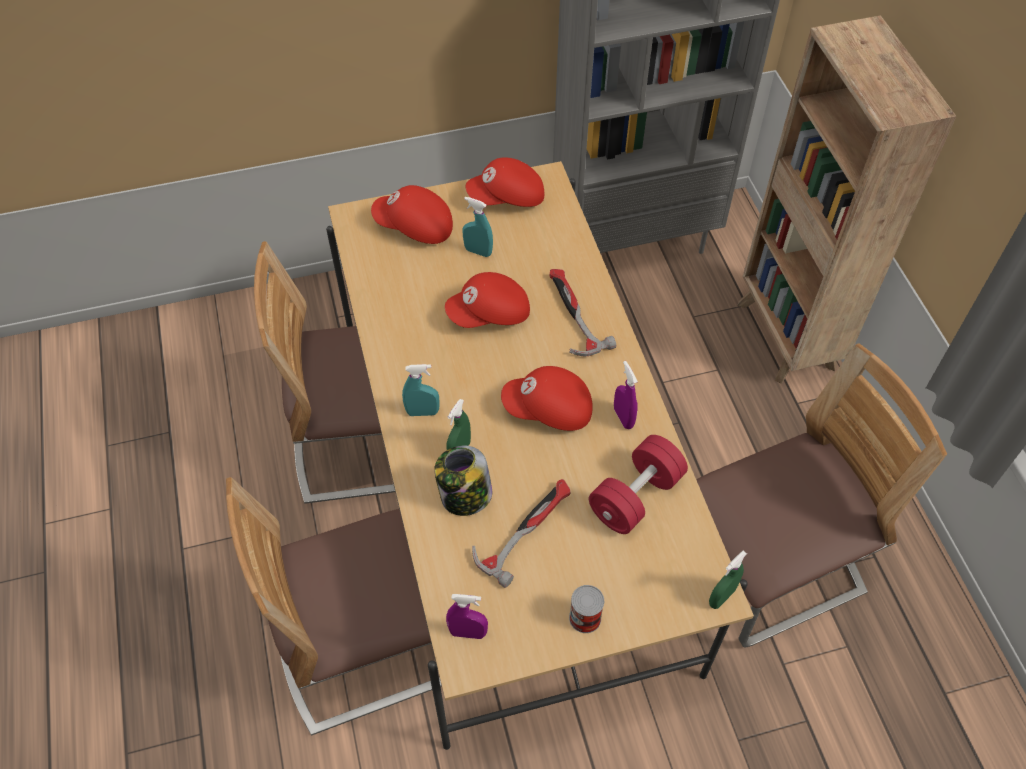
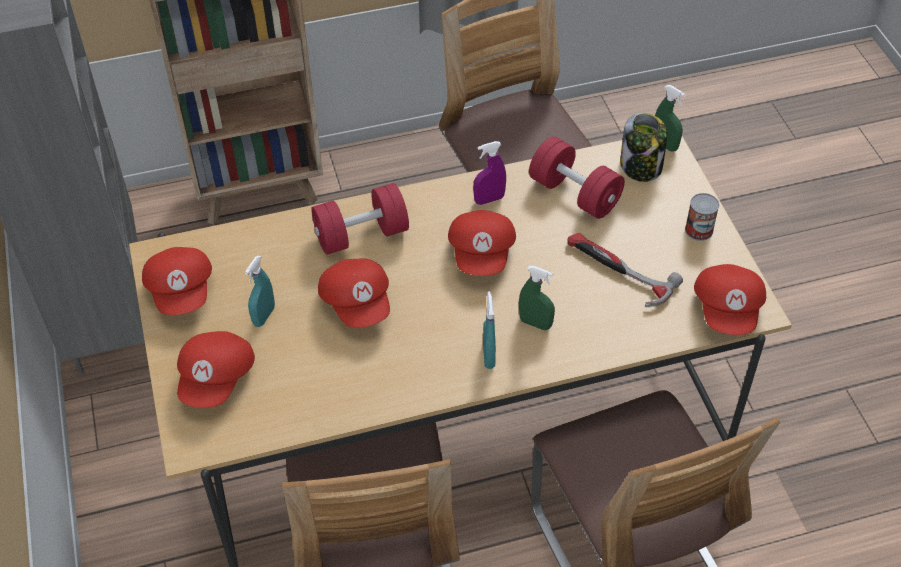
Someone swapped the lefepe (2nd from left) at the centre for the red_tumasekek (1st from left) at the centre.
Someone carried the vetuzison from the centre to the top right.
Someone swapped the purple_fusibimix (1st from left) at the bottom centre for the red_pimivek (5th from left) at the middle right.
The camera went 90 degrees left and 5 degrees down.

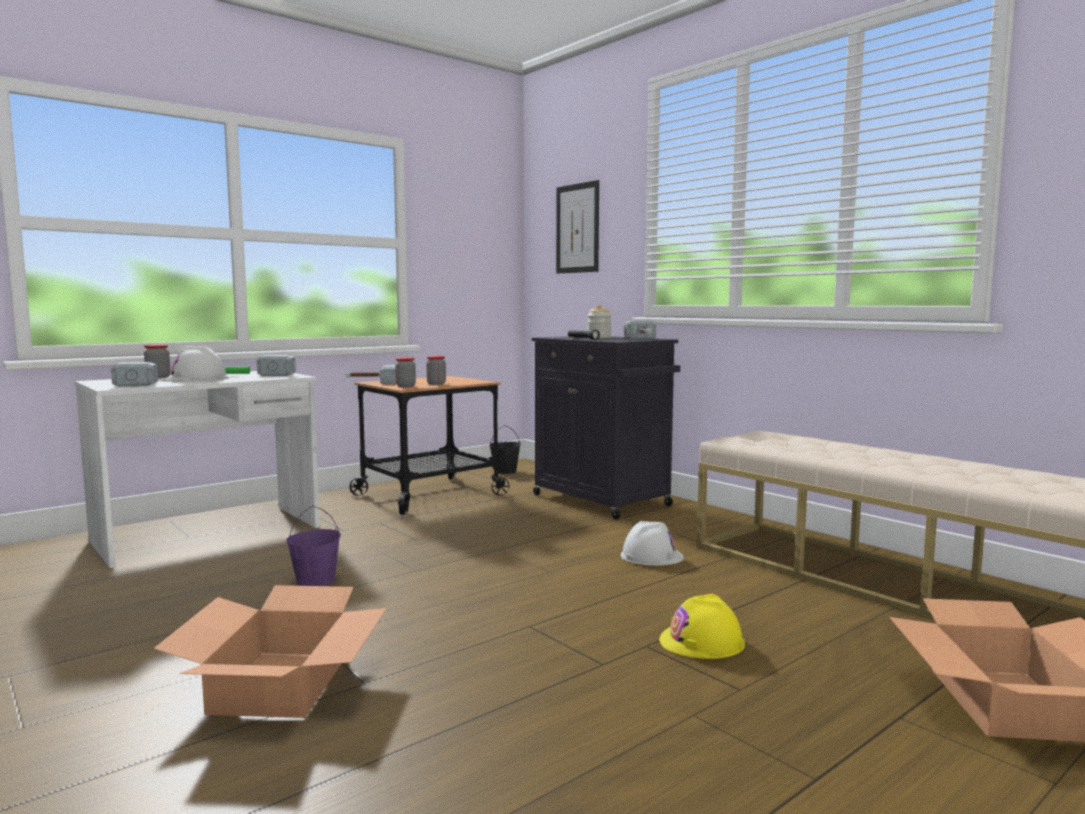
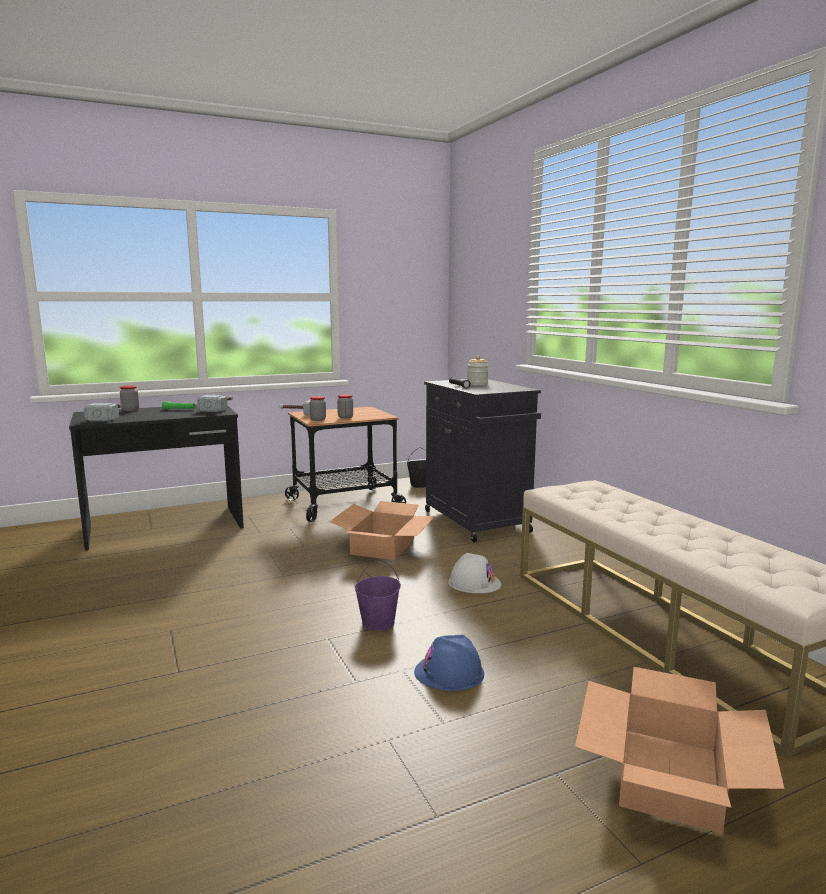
Someone repainted the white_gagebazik at the middle left, which became the black_gagebazik at the middle left.
Someone carried the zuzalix (1st from left) from the bottom left to the centre.
Someone carried the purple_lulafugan from the bottom left to the centre.
Someone repainted the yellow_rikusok at the bottom centre, which became the blue_rikusok at the bottom centre.
Someone took away the white_rikusok (1st from left) at the middle left.
Someone took away the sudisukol at the top centre.
Someone took away the lefepe (4th from left) at the centre.
The camera went 15 degrees right and 5 degrees up.

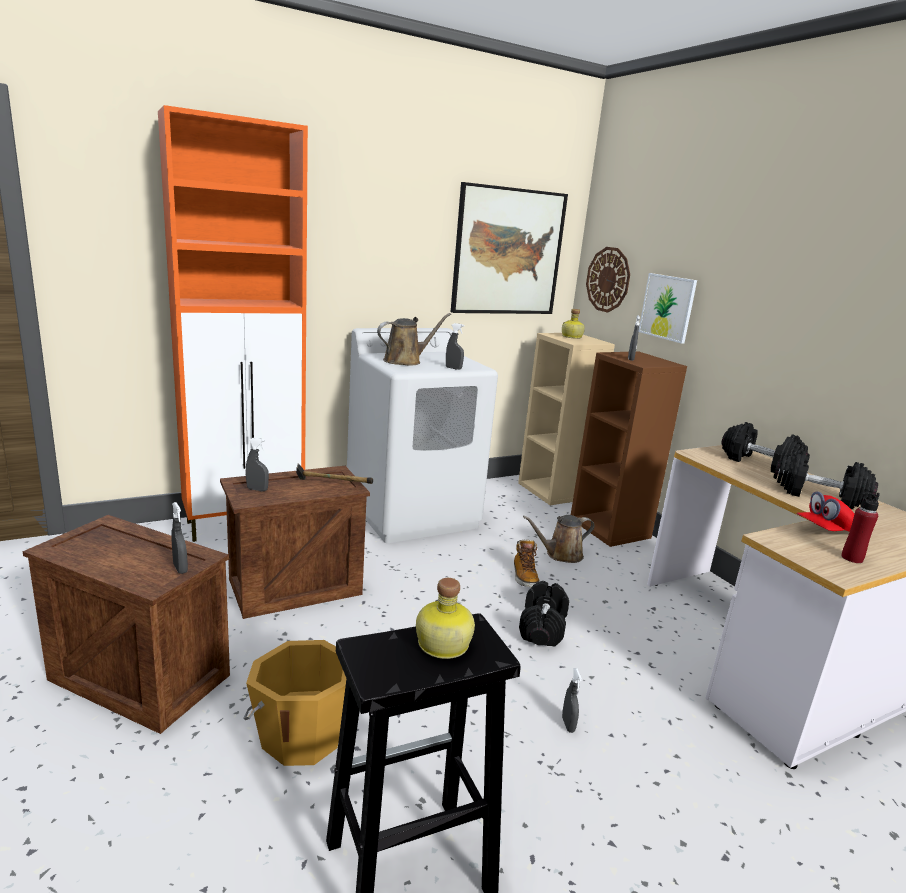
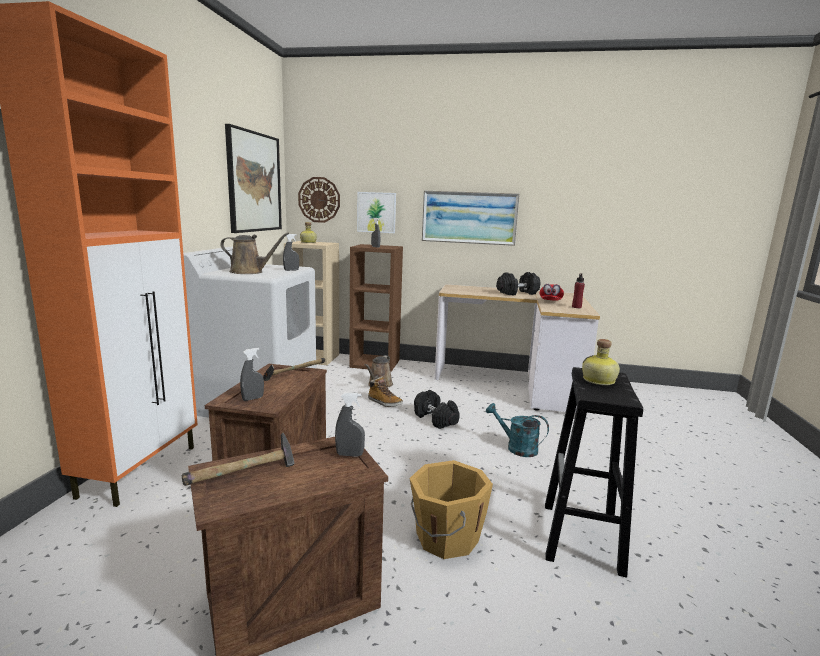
Someone put down the lefepe (1st from left) at the bottom left.
Someone rotated the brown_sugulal (1st from left) at the centre by 90 degrees clockwise.
Someone put up the sudisukol (3rd from left) at the top centre.
Someone swapped the grey_fusibimix (4th from left) at the bottom centre for the turquoise_sugulal at the centre.
Someone took away the black_tumasekek (2nd from left) at the middle right.
The camera went 50 degrees left and 5 degrees down.

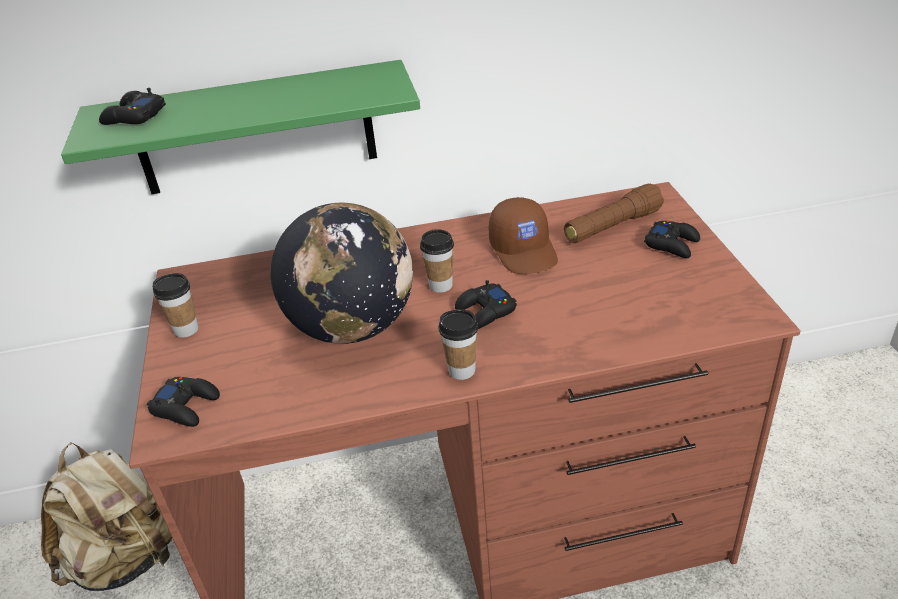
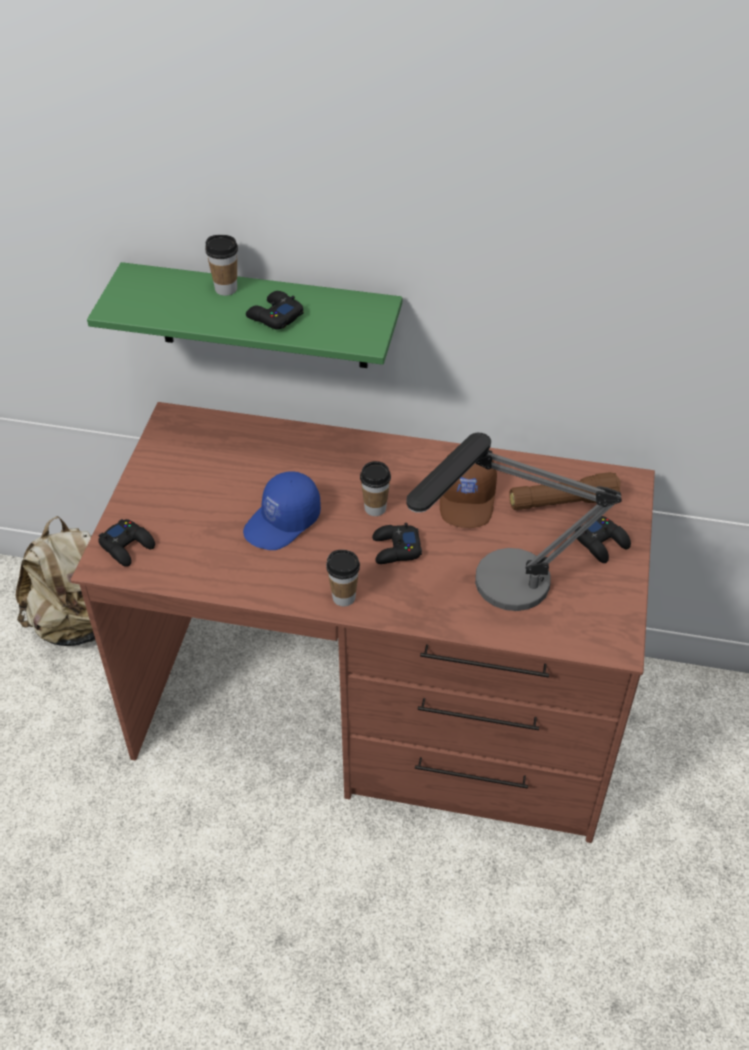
Someone carried the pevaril (1st from left) from the middle left to the top left.
Someone swapped the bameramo at the centre for the blue_pimivek at the centre.
Someone carried the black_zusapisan (1st from left in the first image) from the top left to the top centre.
Someone put down the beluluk at the middle right.
The camera went 20 degrees right and 10 degrees up.

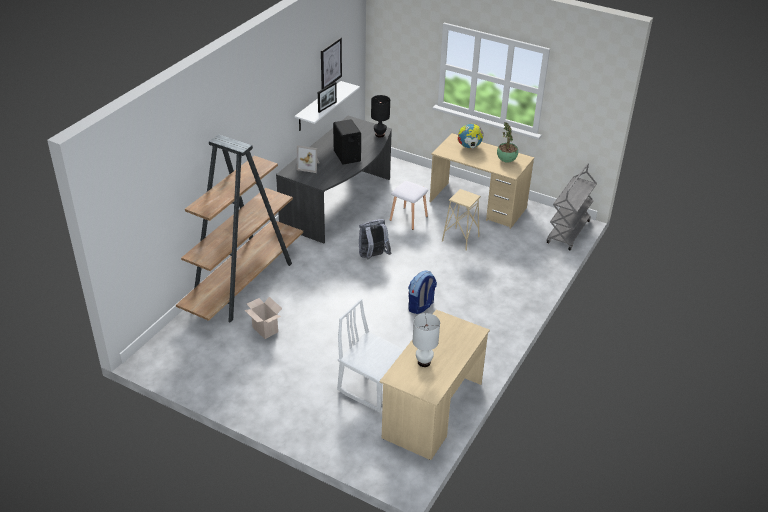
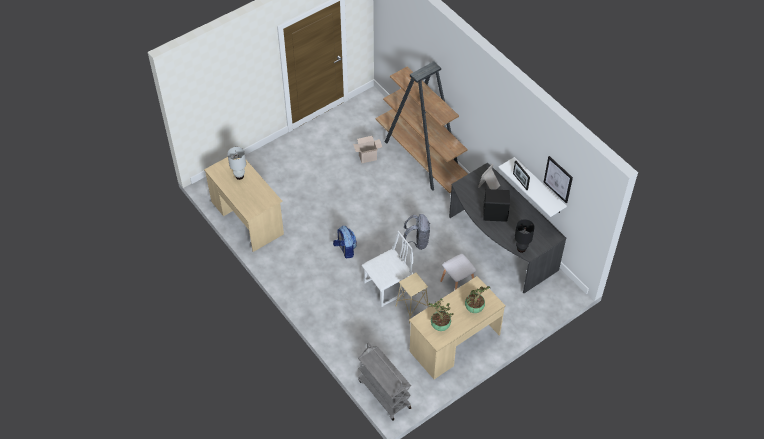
Someone carried the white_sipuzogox from the bottom centre to the centre.
Someone swapped the bameramo at the top centre for the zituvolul (2nd from left) at the bottom centre.
The camera went 115 degrees right and 15 degrees up.

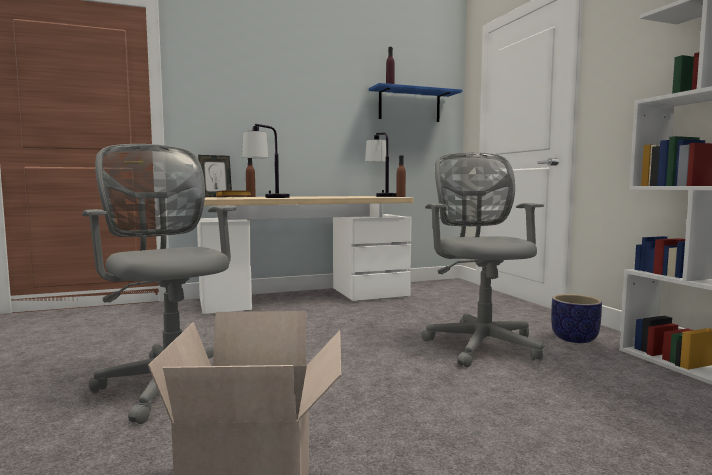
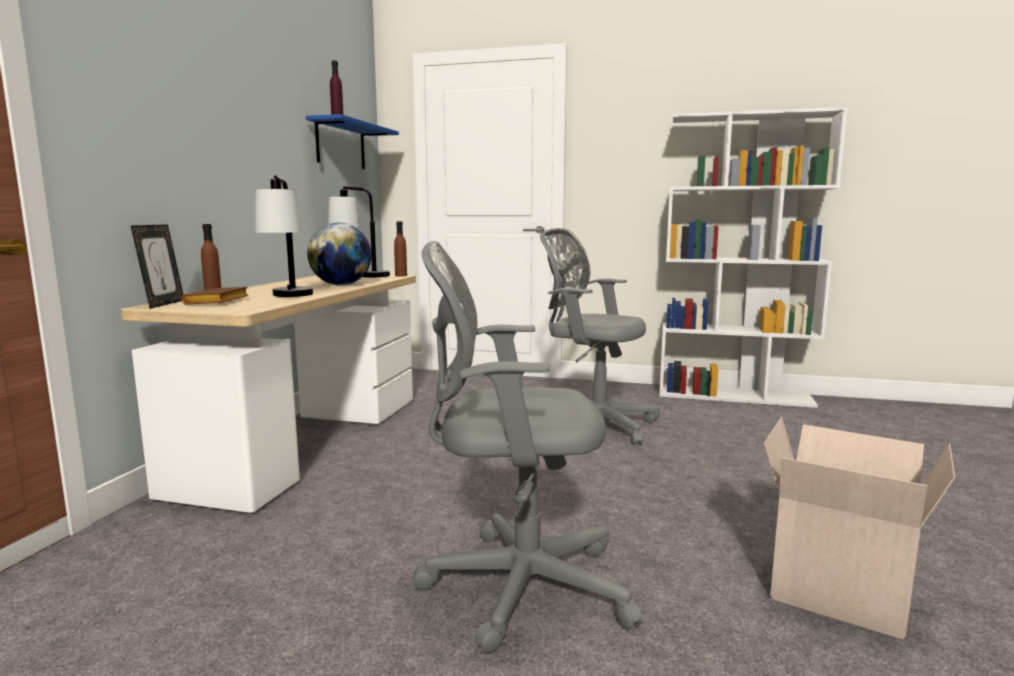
Someone put down the bameramo at the centre.
Someone took away the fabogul at the bottom right.
The camera went 55 degrees left and 5 degrees up.

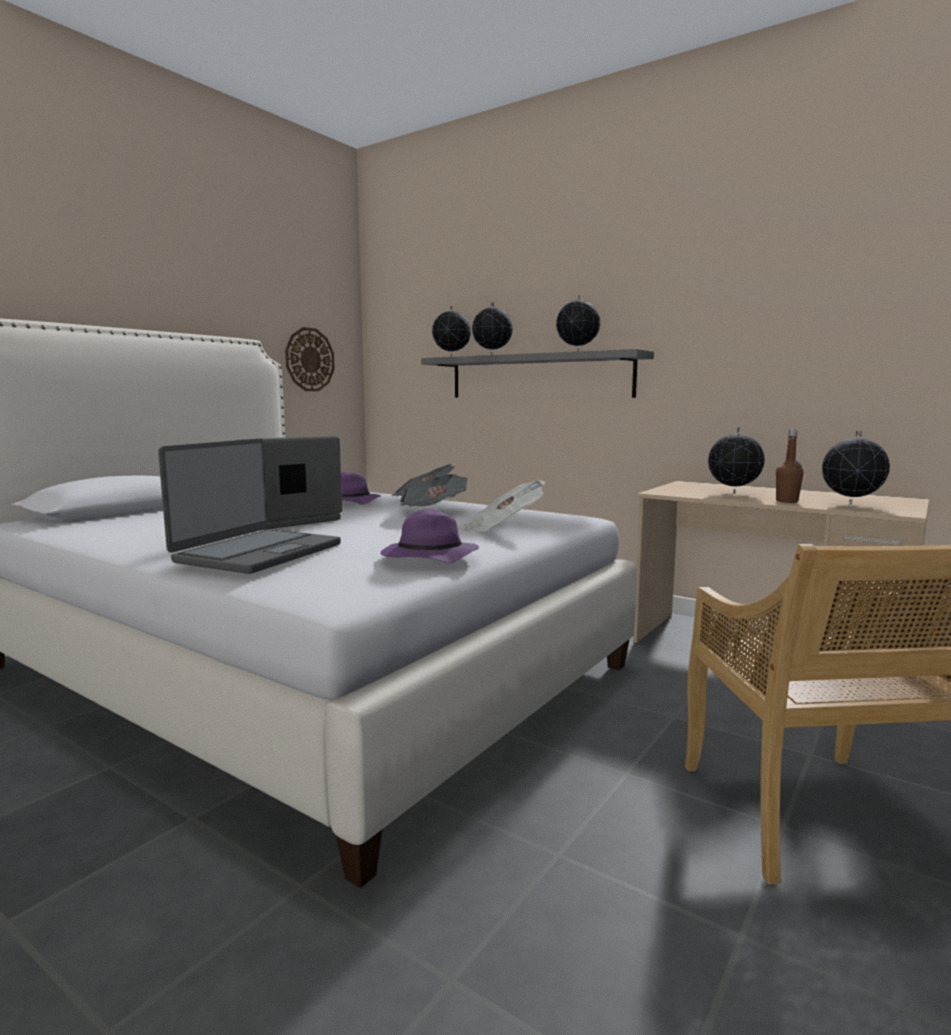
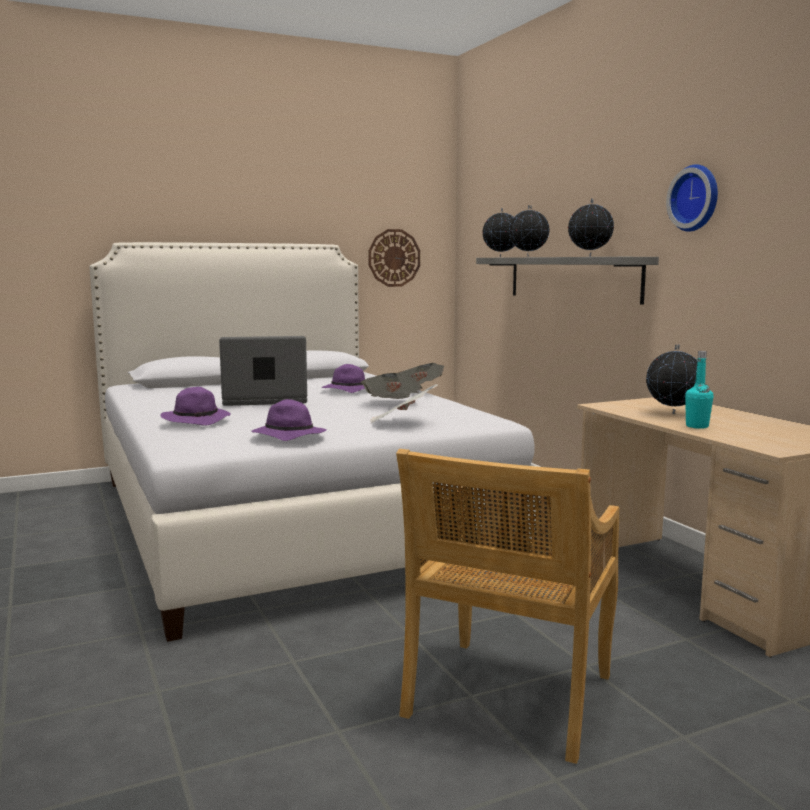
Someone swapped the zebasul (1st from left) at the middle left for the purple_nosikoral (1st from left) at the middle left.
Someone put up the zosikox (2nd from left) at the top right.
Someone repainted the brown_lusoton at the middle right, which became the turquoise_lusoton at the middle right.
Someone took away the bameramo (5th from left) at the middle right.
The camera went 30 degrees right and 0 degrees up.

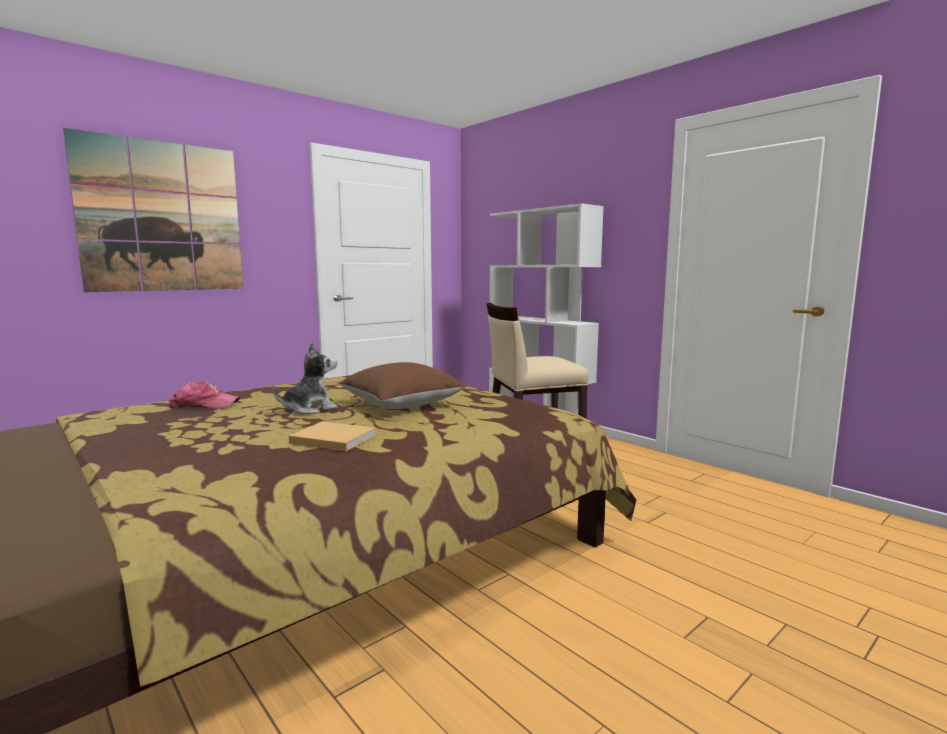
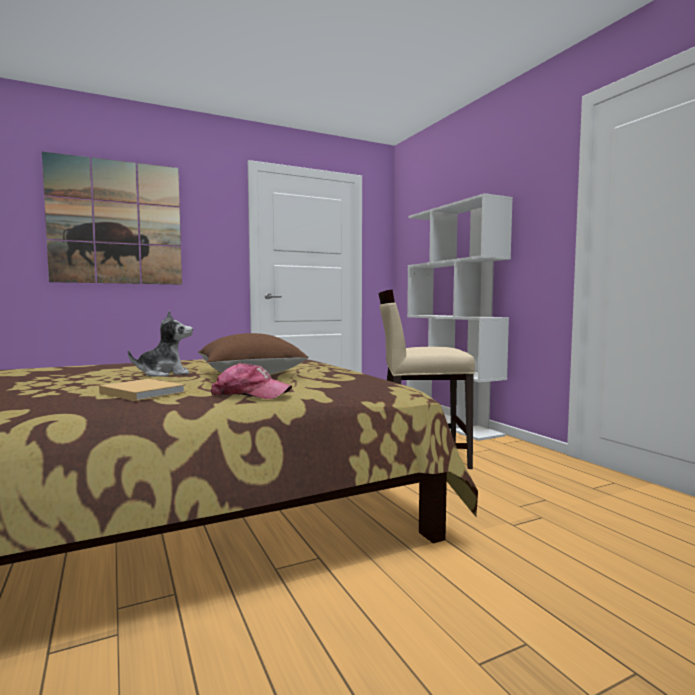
Someone carried the pimivek from the middle left to the centre.
The camera went 15 degrees right and 5 degrees down.

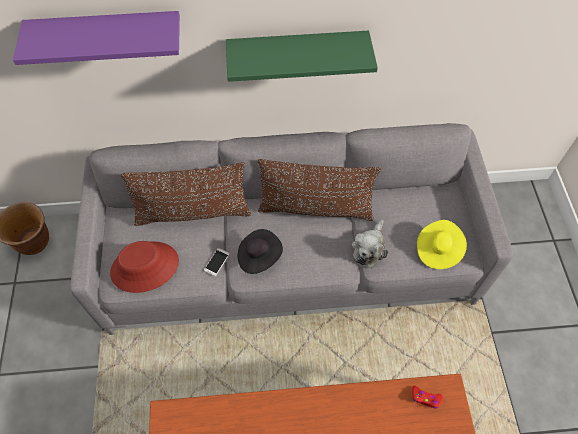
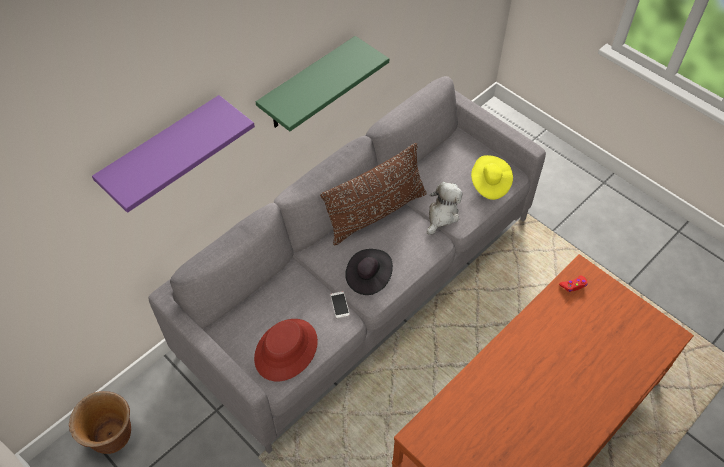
Someone rotated the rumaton at the centre by 135 degrees counterclockwise.
Someone took away the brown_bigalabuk (1st from left) at the middle left.
The camera went 40 degrees left and 5 degrees down.

